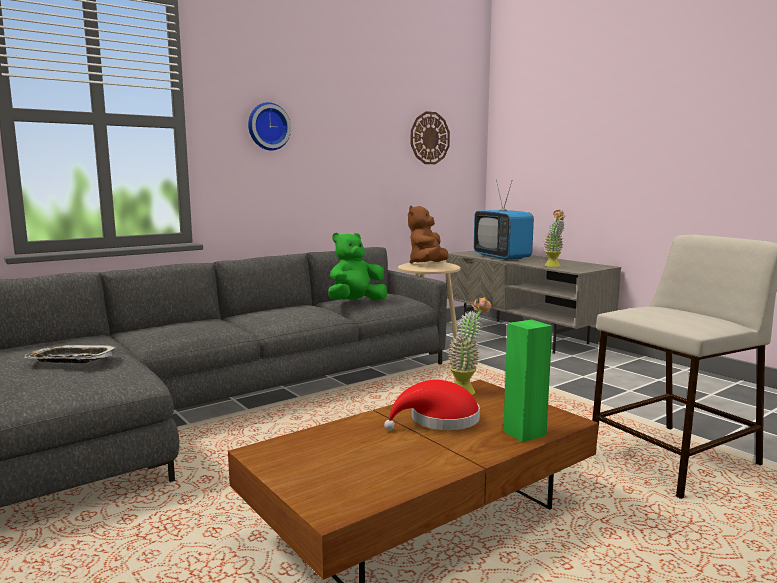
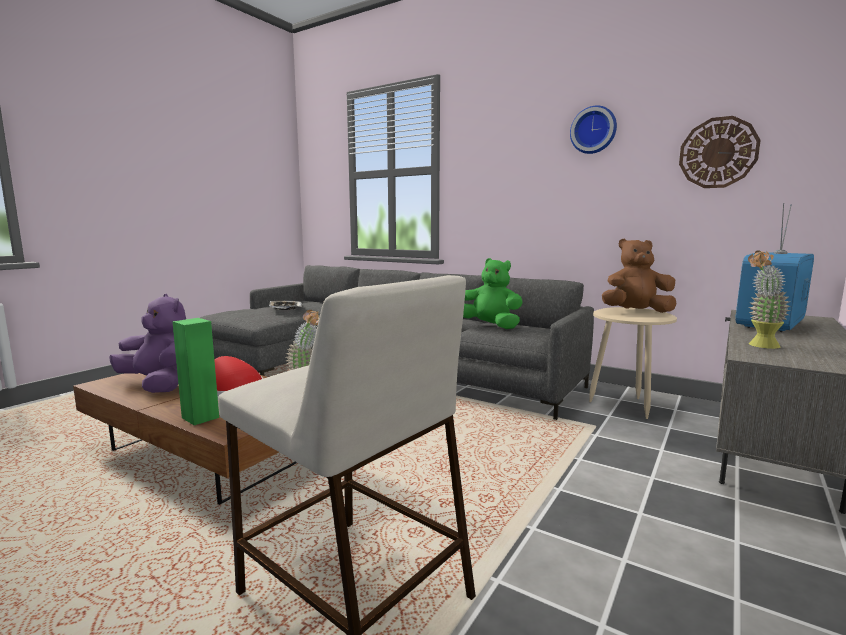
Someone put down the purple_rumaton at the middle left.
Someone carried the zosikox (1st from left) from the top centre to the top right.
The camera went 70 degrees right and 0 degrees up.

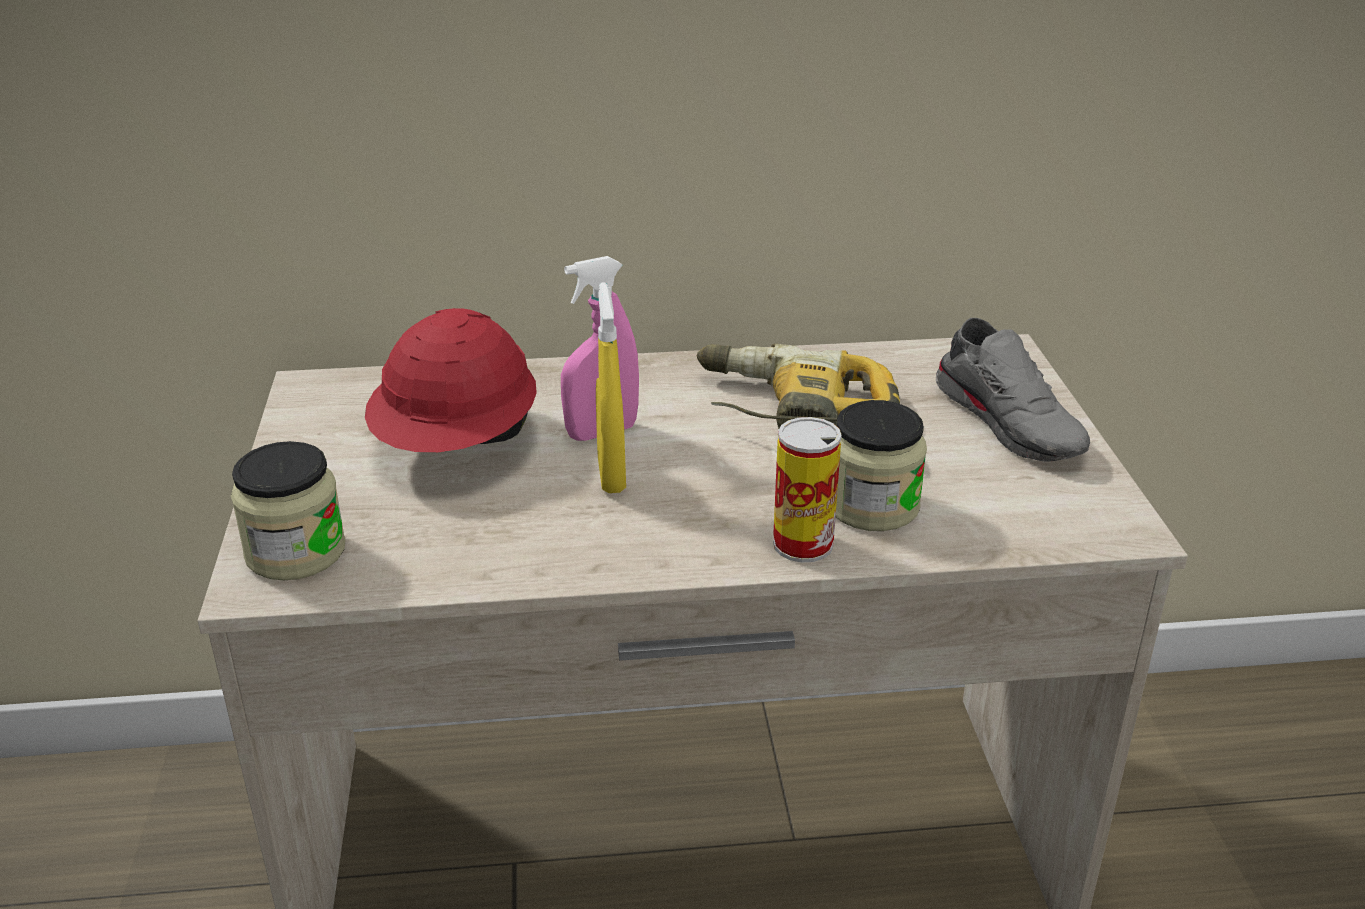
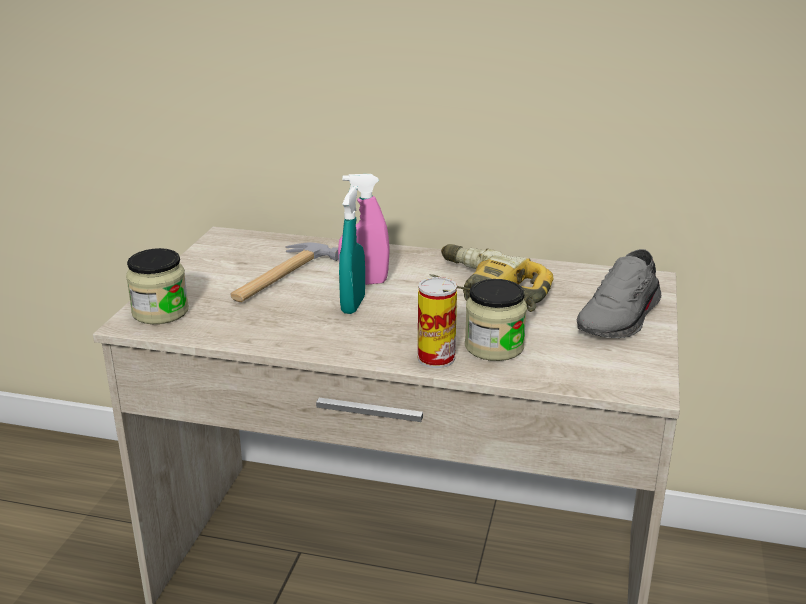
Someone swapped the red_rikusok at the middle left for the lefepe at the centre.
Someone repainted the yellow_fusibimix at the centre, which became the turquoise_fusibimix at the centre.
Someone rotated the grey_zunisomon at the middle right by 45 degrees clockwise.
The camera went 20 degrees right and 5 degrees down.

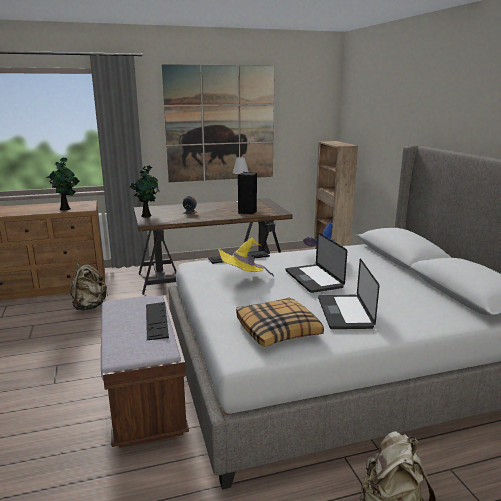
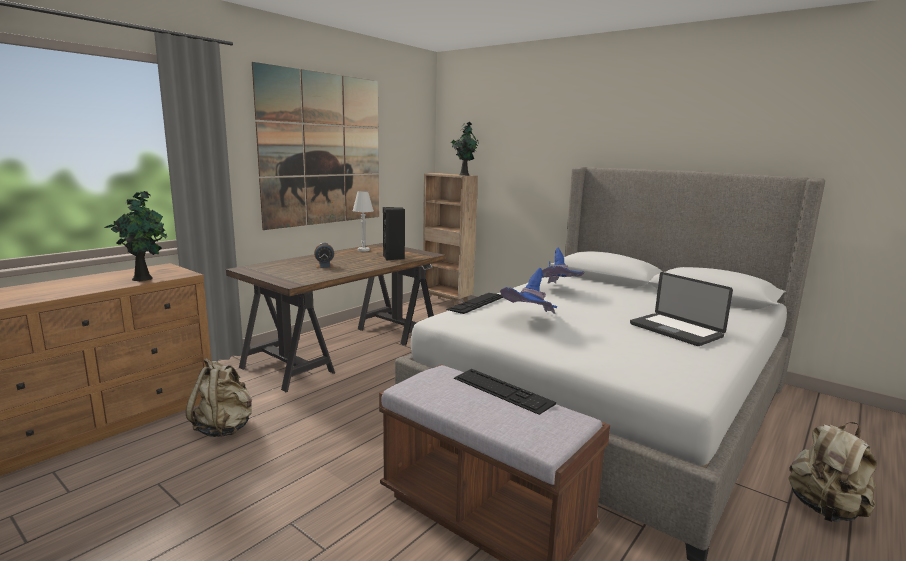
Someone carried the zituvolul (2nd from left) from the middle left to the top centre.
Someone repainted the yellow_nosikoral at the centre, which became the blue_nosikoral (1st from left) at the centre.
Someone took away the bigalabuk at the centre.
Someone took away the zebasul (1st from left) at the centre.
The camera went 35 degrees left and 5 degrees down.

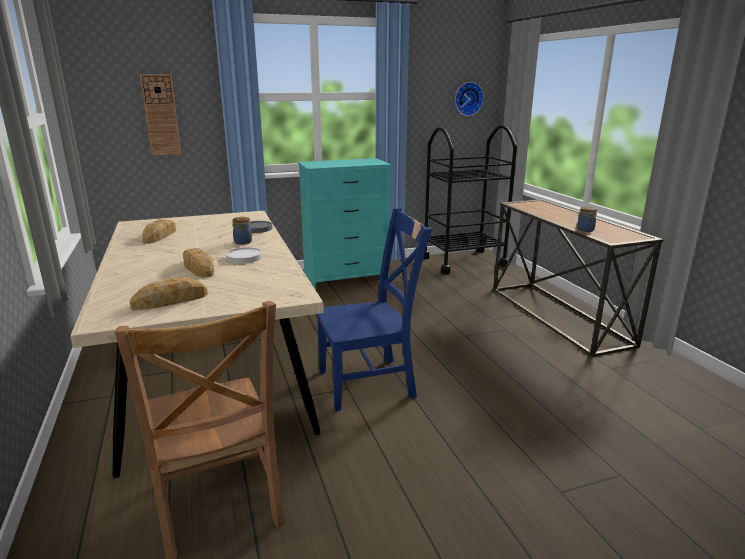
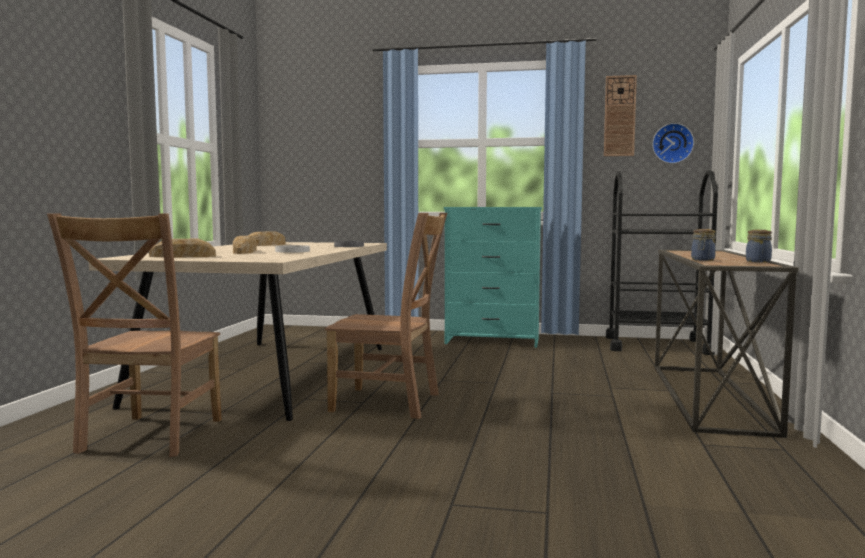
Someone repainted the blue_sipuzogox at the centre, which became the brown_sipuzogox (2nd from left) at the centre.
Someone carried the zosikox (1st from left) from the top left to the top right.
Someone carried the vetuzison (1st from left in the first image) from the middle left to the middle right.
The camera went 30 degrees right and 15 degrees down.

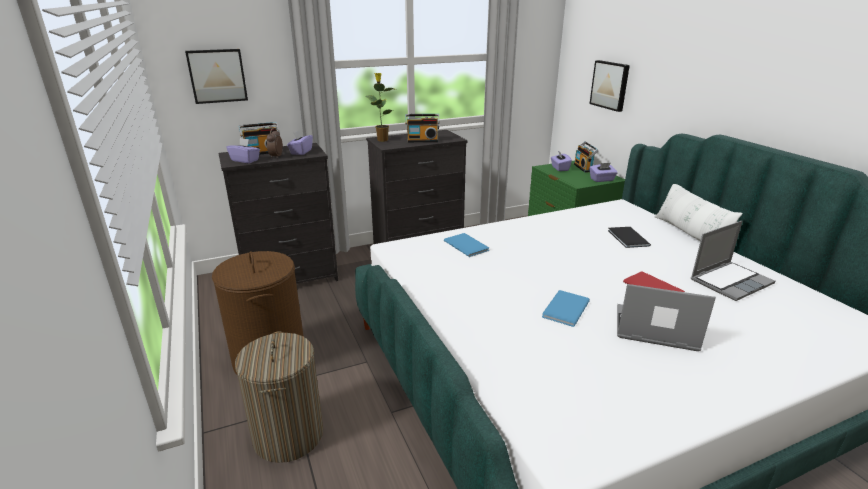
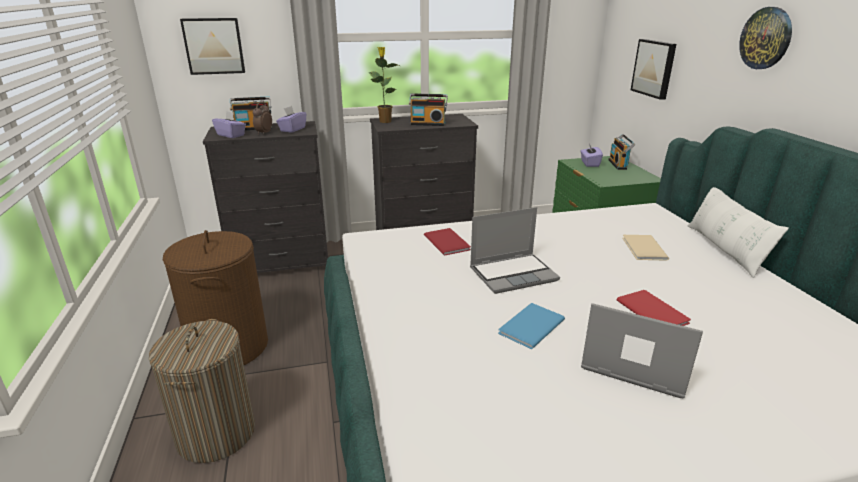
Someone repainted the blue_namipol (1st from left) at the centre, which became the red_namipol (1st from left) at the centre.
Someone carried the zebasul (2nd from left in the first image) from the middle right to the centre.
Someone repainted the black_namipol at the middle right, which became the beige_namipol at the middle right.
Someone put up the zosikox at the top right.
Someone took away the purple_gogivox (4th from left) at the middle right.
The camera went 10 degrees right and 0 degrees up.

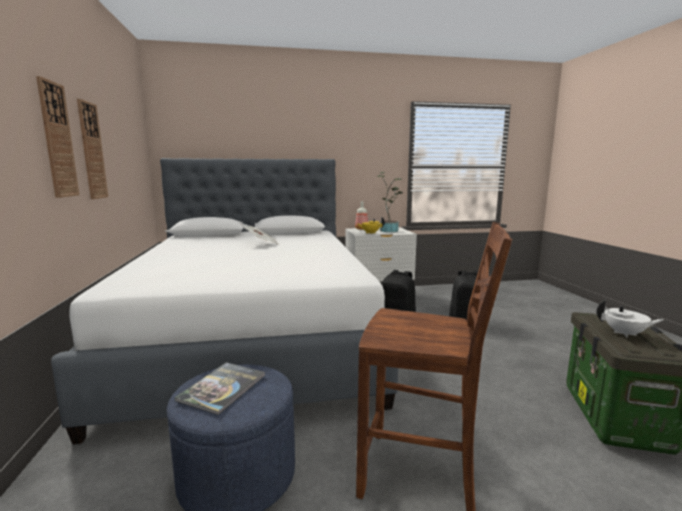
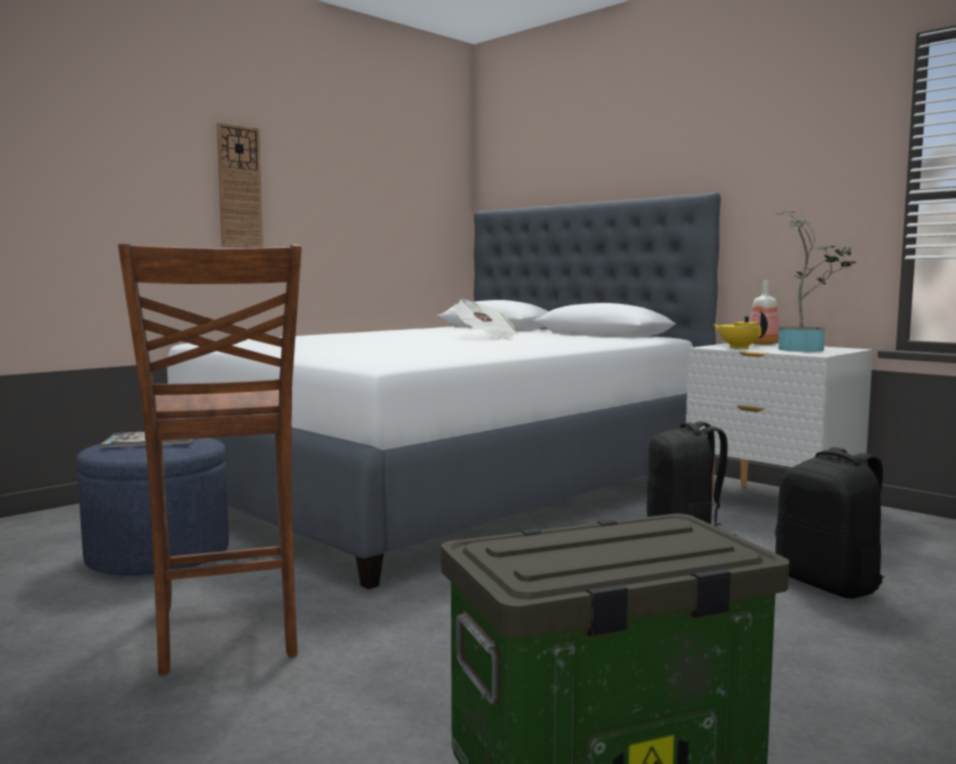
Someone took away the zosikox (2nd from left) at the top left.
Someone took away the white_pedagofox at the middle right.
The camera went 55 degrees right and 5 degrees down.

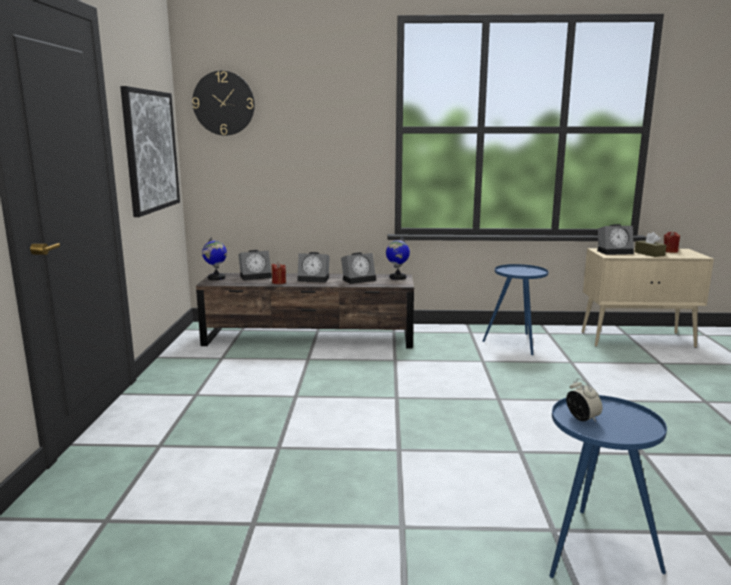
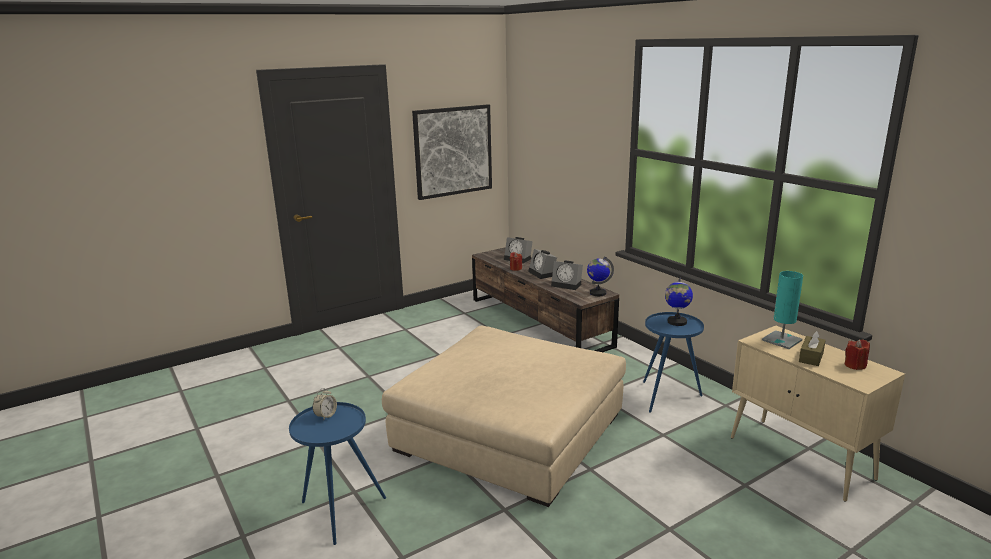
Someone put down the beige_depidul at the bottom centre.
Someone carried the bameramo (1st from left in the first image) from the middle left to the middle right.
Someone swapped the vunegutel (5th from left) at the middle right for the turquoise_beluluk at the middle right.
Someone took away the zosikox at the top left.
The camera went 55 degrees right and 5 degrees up.

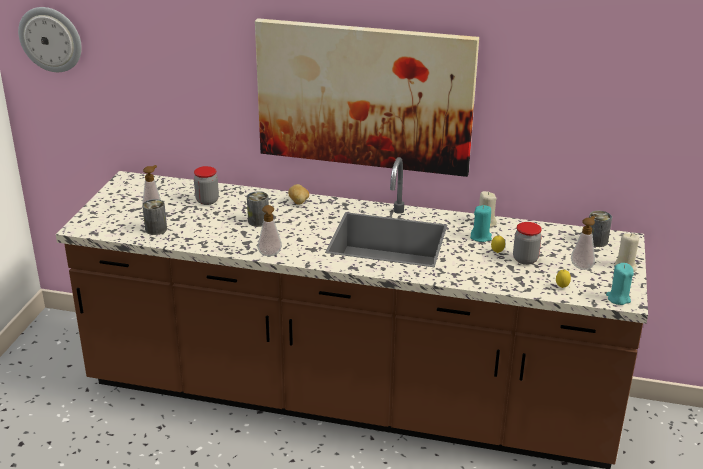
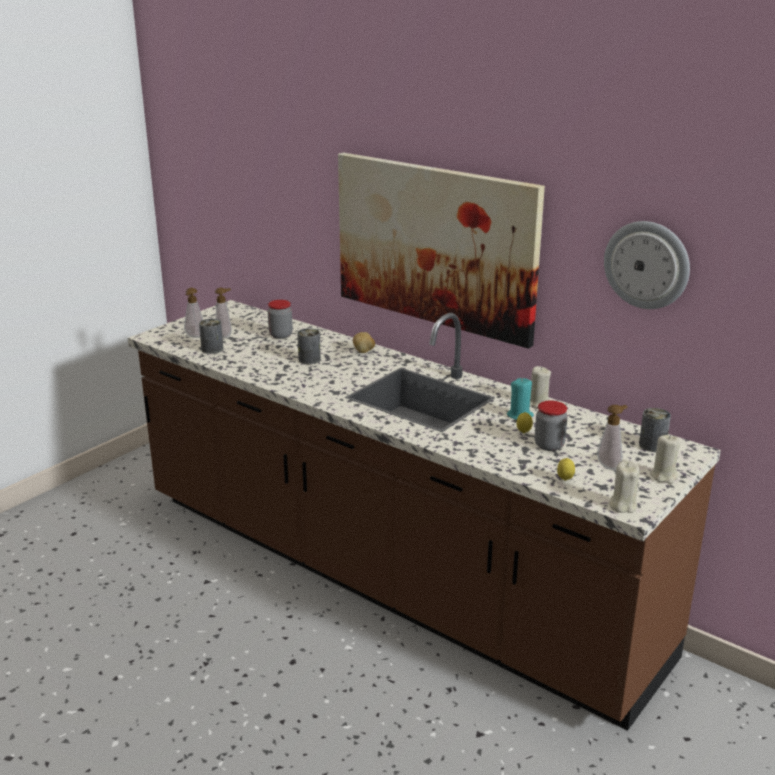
Someone carried the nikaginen (2nd from left in the first image) from the centre to the middle left.
Someone carried the zosikox from the top left to the middle right.
Someone repainted the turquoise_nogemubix (2nd from left) at the middle right, which became the beige_nogemubix (2nd from left) at the middle right.
The camera went 25 degrees right and 5 degrees down.

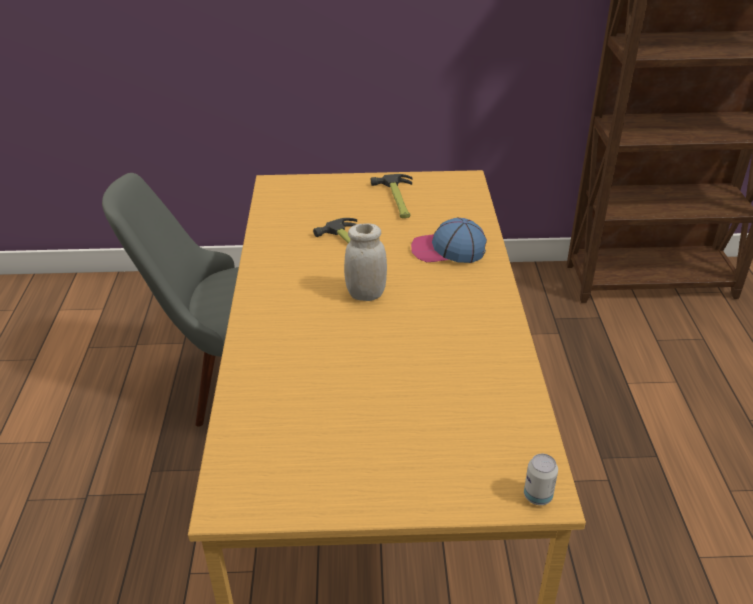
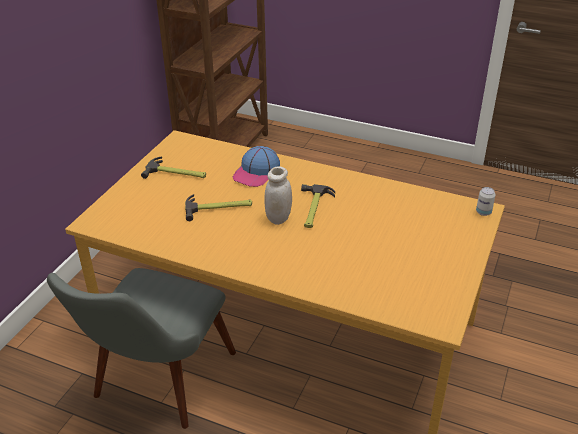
Someone put down the lefepe (3rd from left) at the centre.
The camera went 65 degrees left and 0 degrees up.

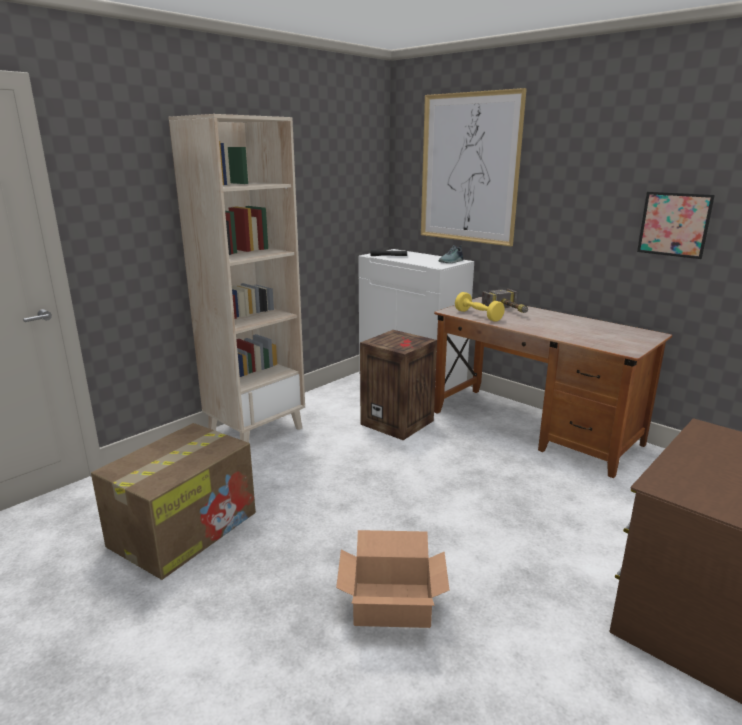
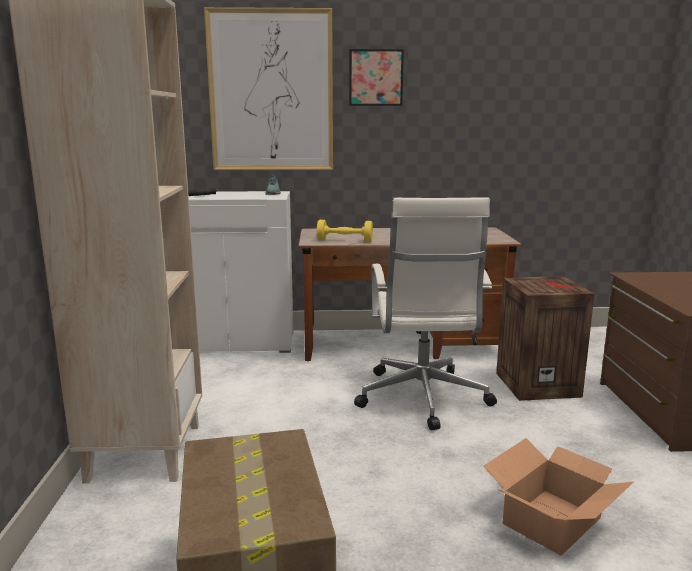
Someone carried the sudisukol (2nd from left) from the top right to the top centre.
Someone put down the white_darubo at the centre.
Someone carried the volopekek from the centre to the middle right.
Someone took away the lefepe at the middle right.
The camera went 45 degrees left and 5 degrees down.

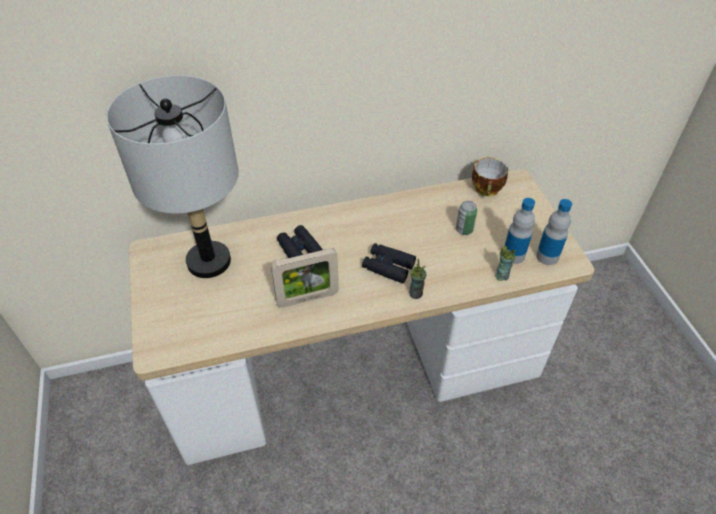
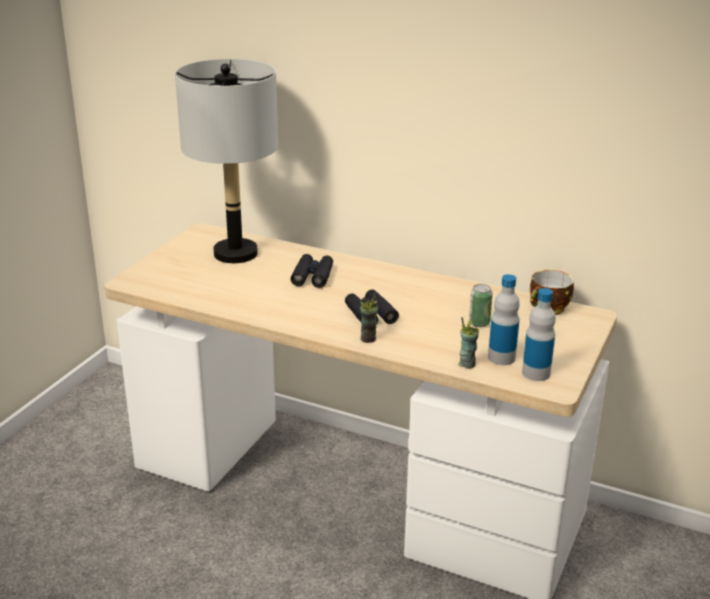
Someone took away the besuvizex at the centre.
The camera went 40 degrees right and 20 degrees down.

